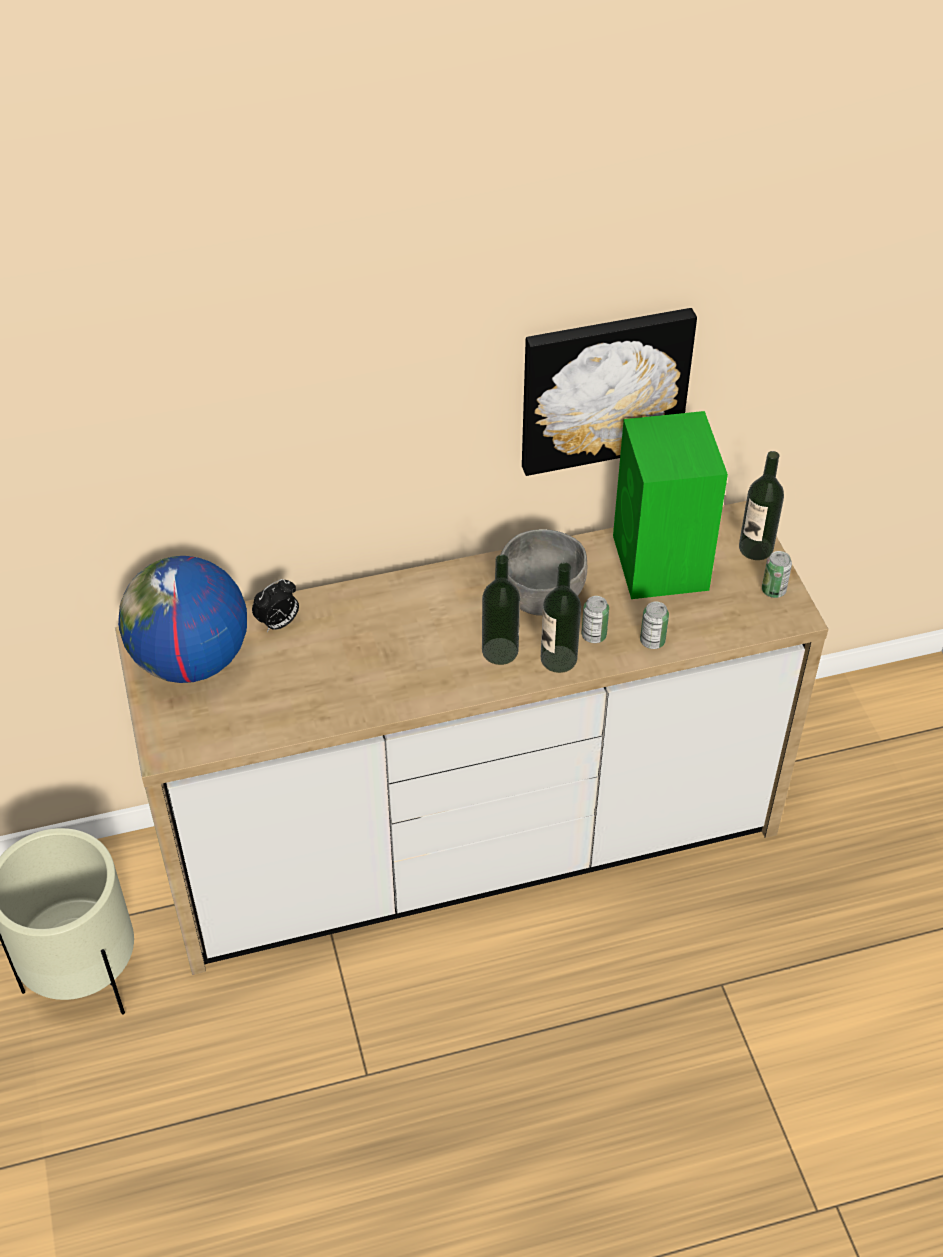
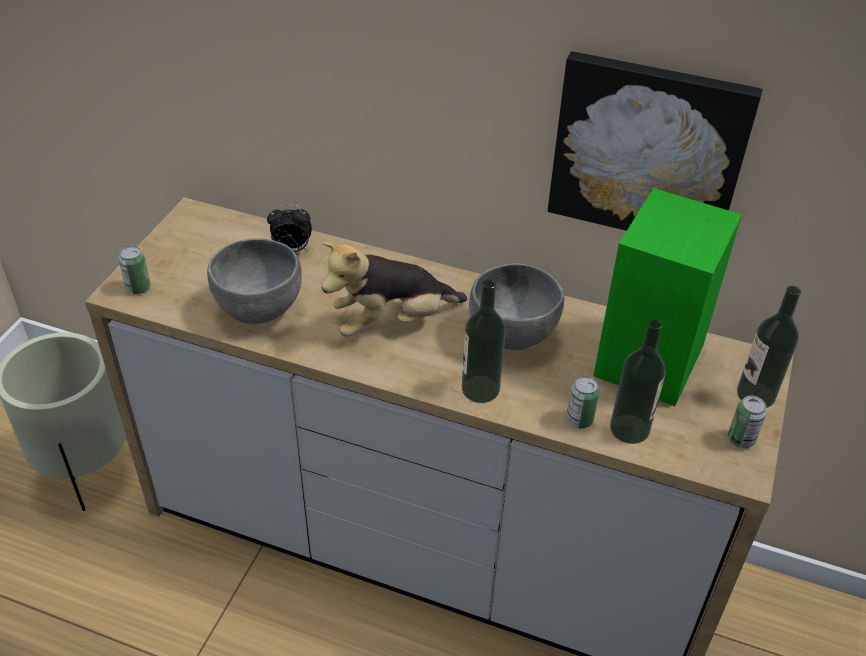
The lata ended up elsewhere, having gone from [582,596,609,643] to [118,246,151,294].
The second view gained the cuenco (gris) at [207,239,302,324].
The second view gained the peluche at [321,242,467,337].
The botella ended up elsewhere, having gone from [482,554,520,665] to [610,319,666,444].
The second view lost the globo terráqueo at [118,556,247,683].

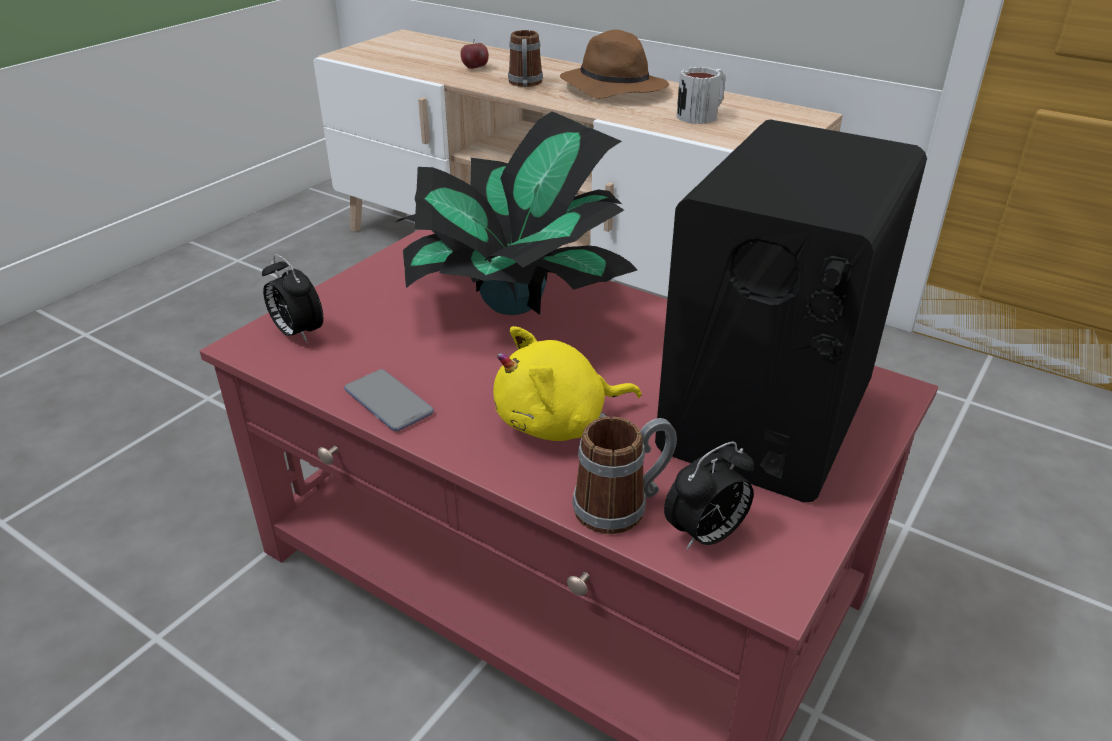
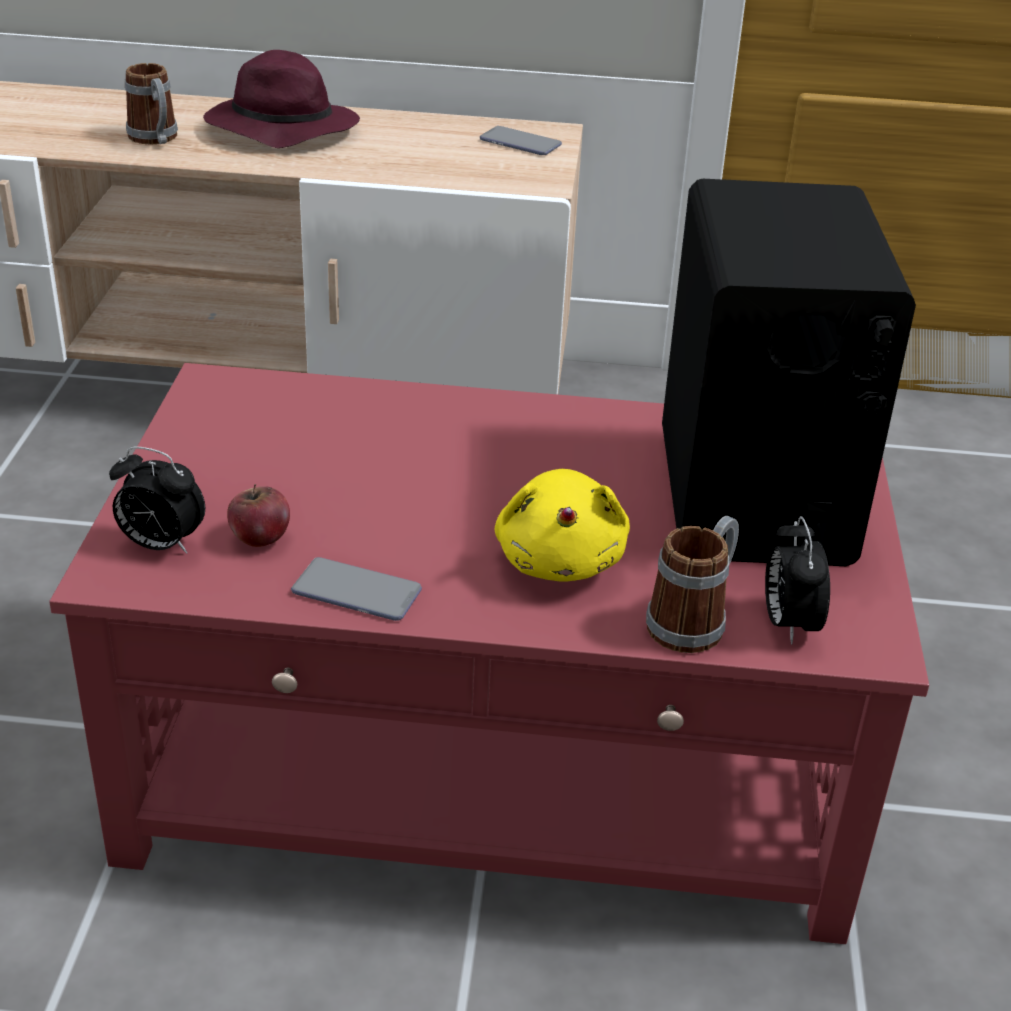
What was the sombrero (marrón) at [560,29,669,99] turned into the sombrero (morado) at [203,50,360,148].
The manzana ended up elsewhere, having gone from [460,39,489,69] to [227,484,290,547].
The second view gained the móvil at [480,126,562,155].
The peluche (amarillo) at [493,326,642,441] ended up facing another way, 45 degrees counterclockwise from before.
The despertador at [664,442,754,550] ended up facing another way, 150 degrees clockwise from before.
The second view lost the planta en maceta at [396,111,637,315].
The second view lost the taza grande at [677,67,726,124].

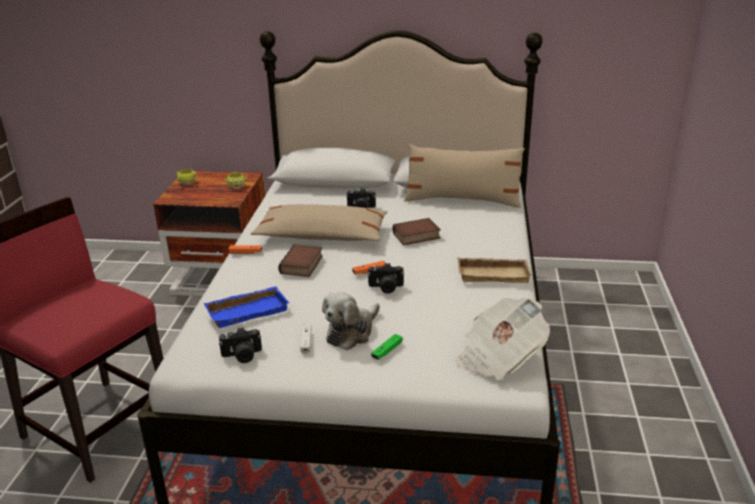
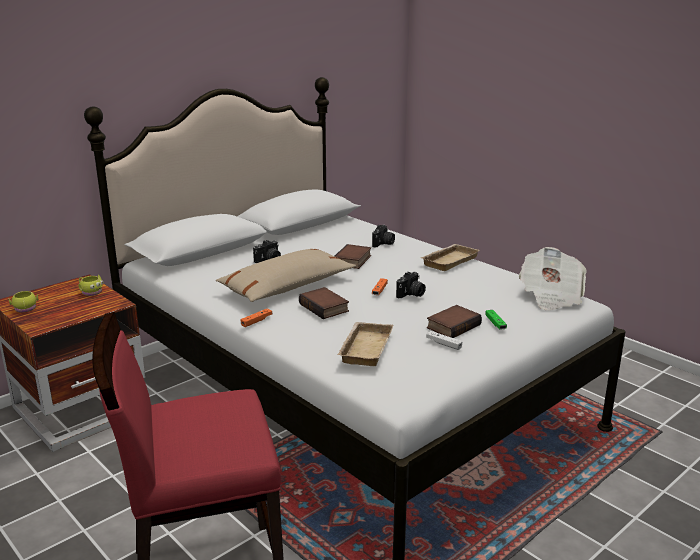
What was the bandeja (azul) at [203,286,289,328] turned into the bandeja (beis) at [337,322,393,366].
The cámara ended up elsewhere, having gone from [219,327,262,363] to [372,225,395,248].
Where the peluche stood at [322,292,380,350], the libro came to stand at [427,305,482,338].
The second view lost the cojín (beis) at [404,144,525,208].

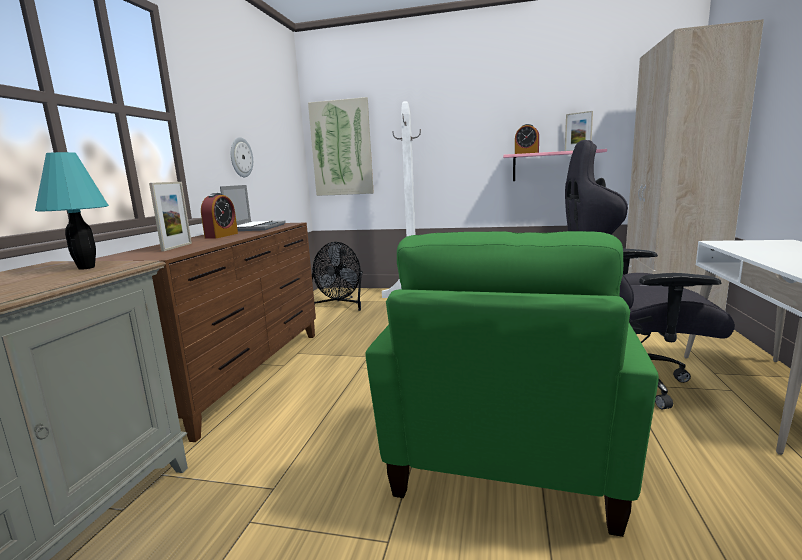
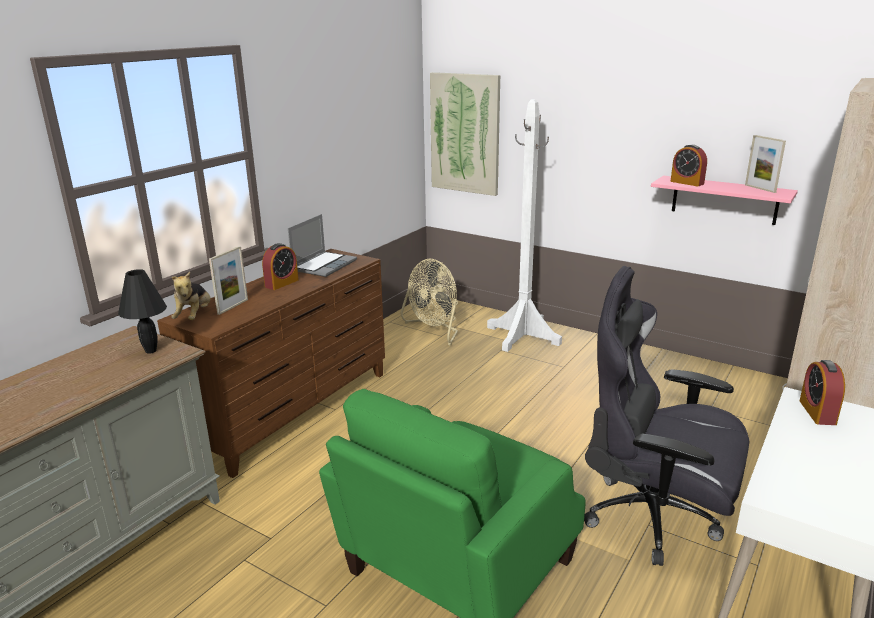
What was the lámpara de mesa (turquesa) at [35,152,109,270] turned into the lámpara de mesa (negro) at [118,269,167,354].
The second view gained the peluche at [171,272,211,320].
What was the ventilador (negro) at [312,242,363,311] turned into the ventilador (beis) at [401,259,458,345].
The second view gained the despertador at [799,360,845,425].
The second view lost the reloj de pared at [231,137,253,177].

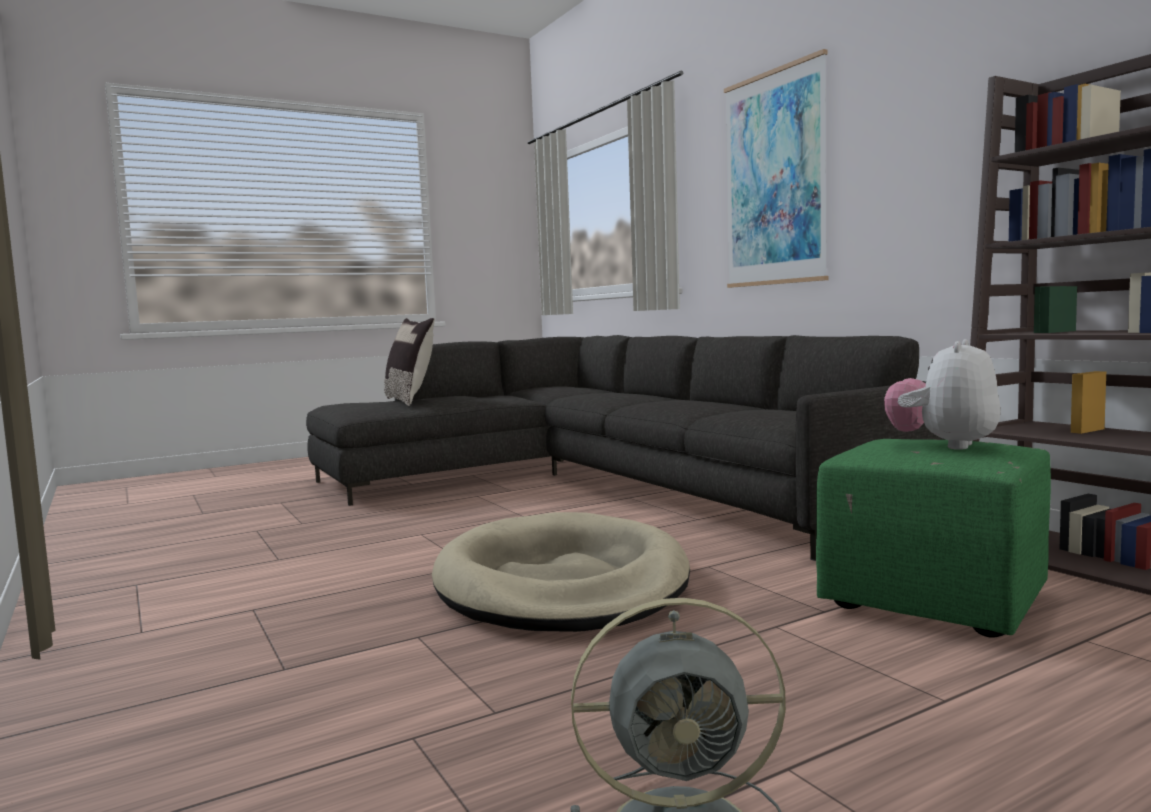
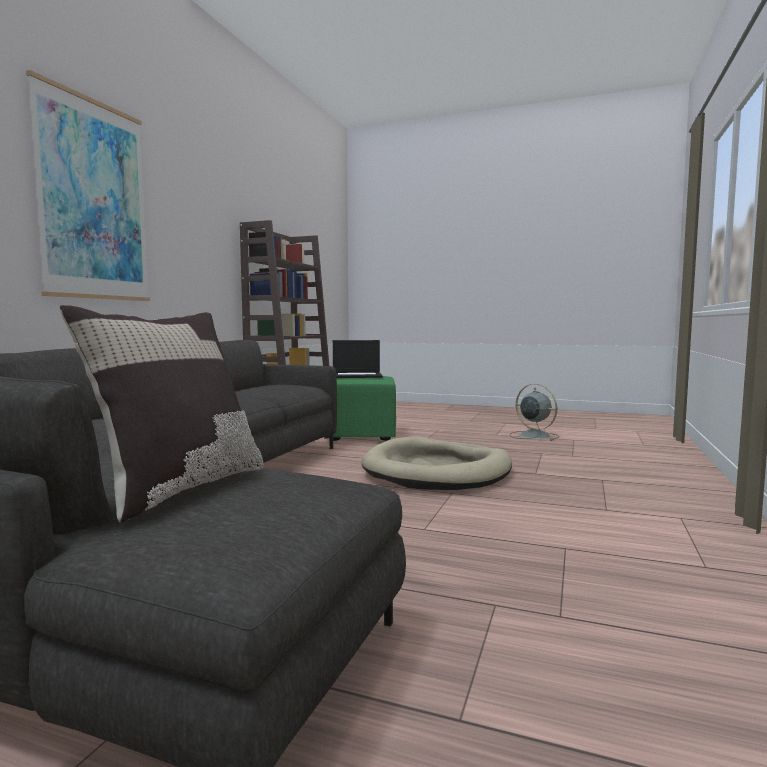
Where the peluche stood at [884,339,1001,450], the portátil came to stand at [333,340,383,378].

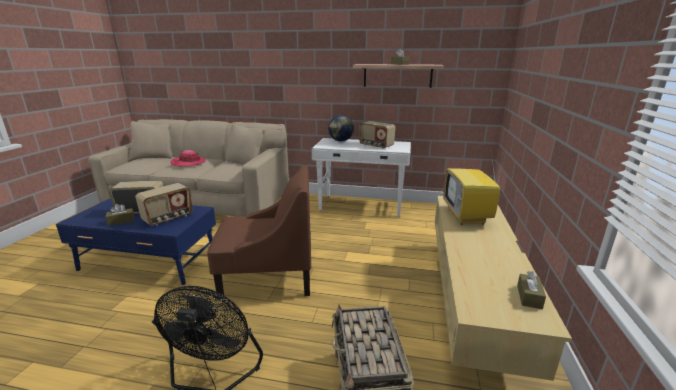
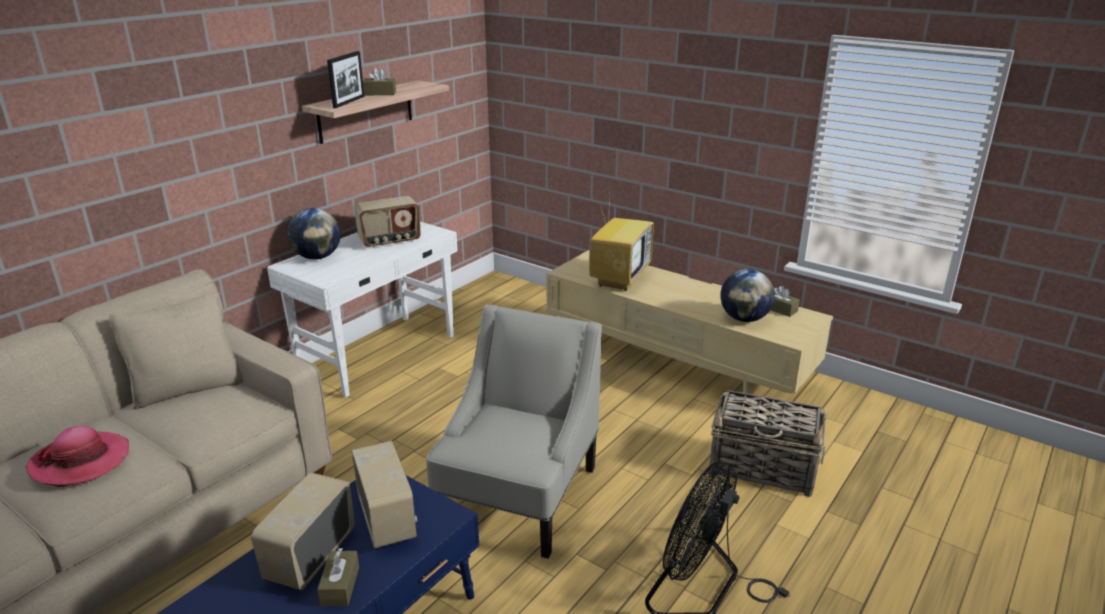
The second view gained the portarretratos at [327,51,365,108].
What was the sillón (marrón) at [207,165,311,301] turned into the sillón (gris) at [426,304,602,559].
The televisor at [443,151,504,225] ended up facing another way, 90 degrees counterclockwise from before.
The second view gained the globo terráqueo at [720,269,775,322].

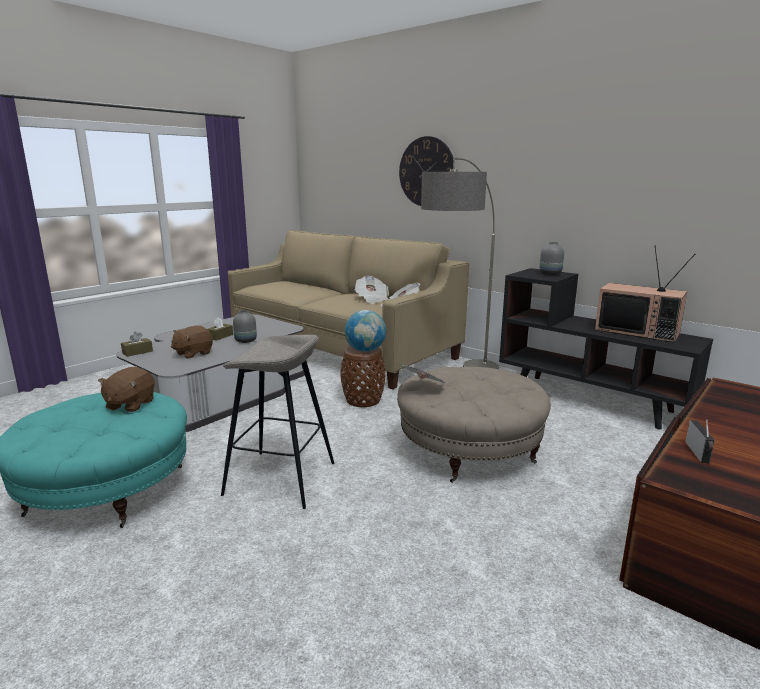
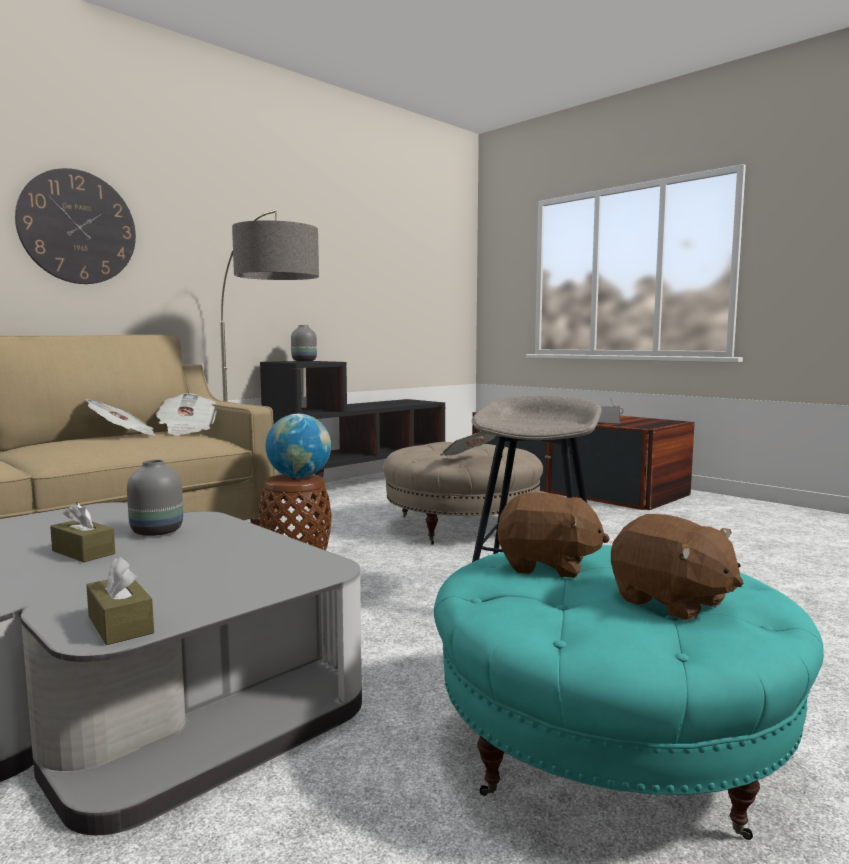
The peluche (marrón) ended up elsewhere, having gone from [171,326,213,359] to [611,514,743,621].
The second view lost the televisor at [595,246,695,343].

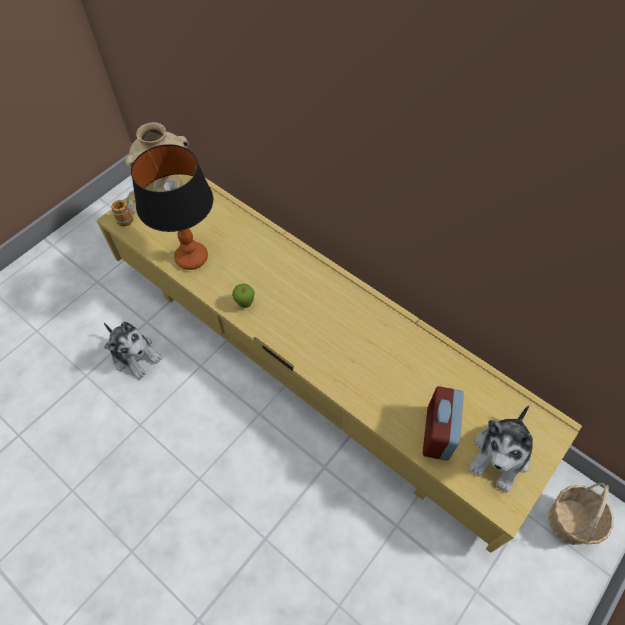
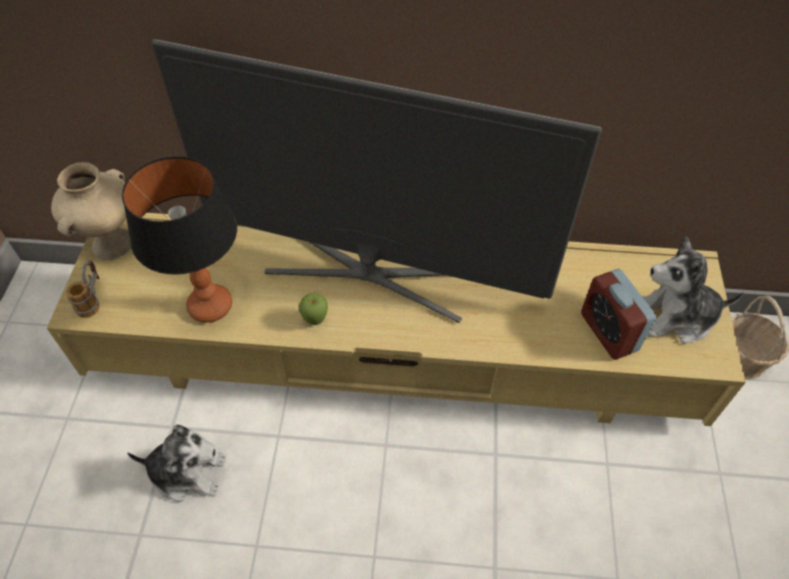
The second view gained the televisor at [152,39,602,323].
The peluche at [469,405,533,493] ended up facing another way, 90 degrees clockwise from before.

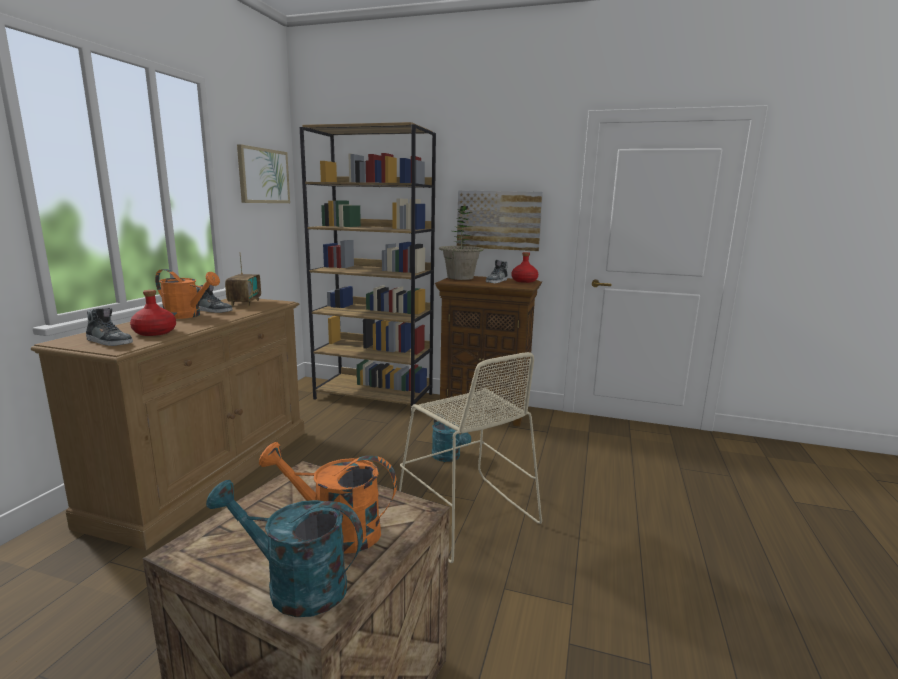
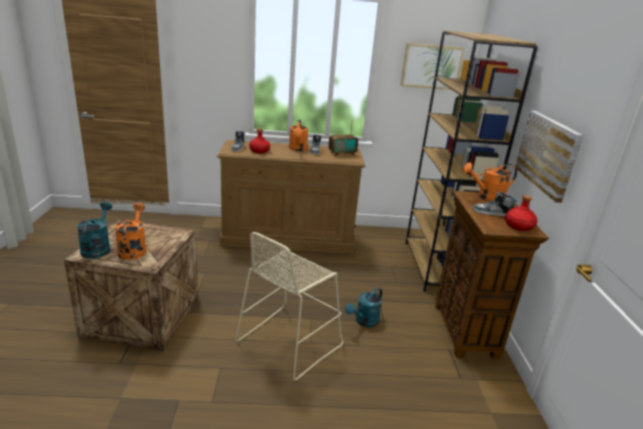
Where the planta en maceta stood at [439,206,484,280], the regadera (naranja) came to stand at [462,163,517,201].

